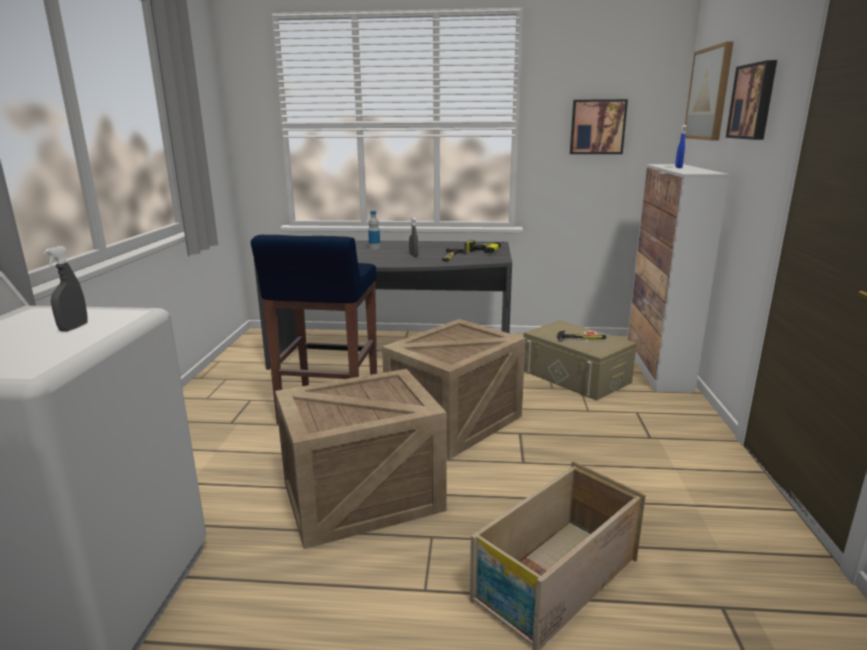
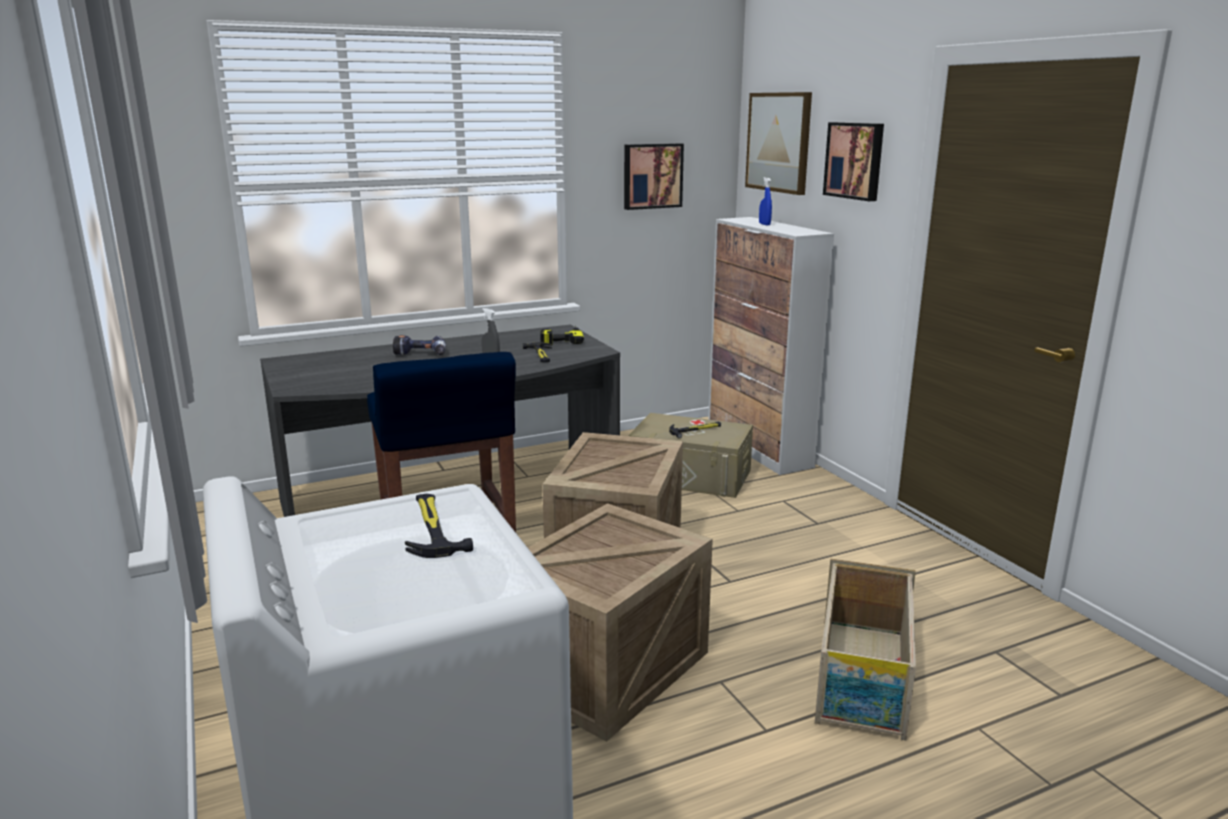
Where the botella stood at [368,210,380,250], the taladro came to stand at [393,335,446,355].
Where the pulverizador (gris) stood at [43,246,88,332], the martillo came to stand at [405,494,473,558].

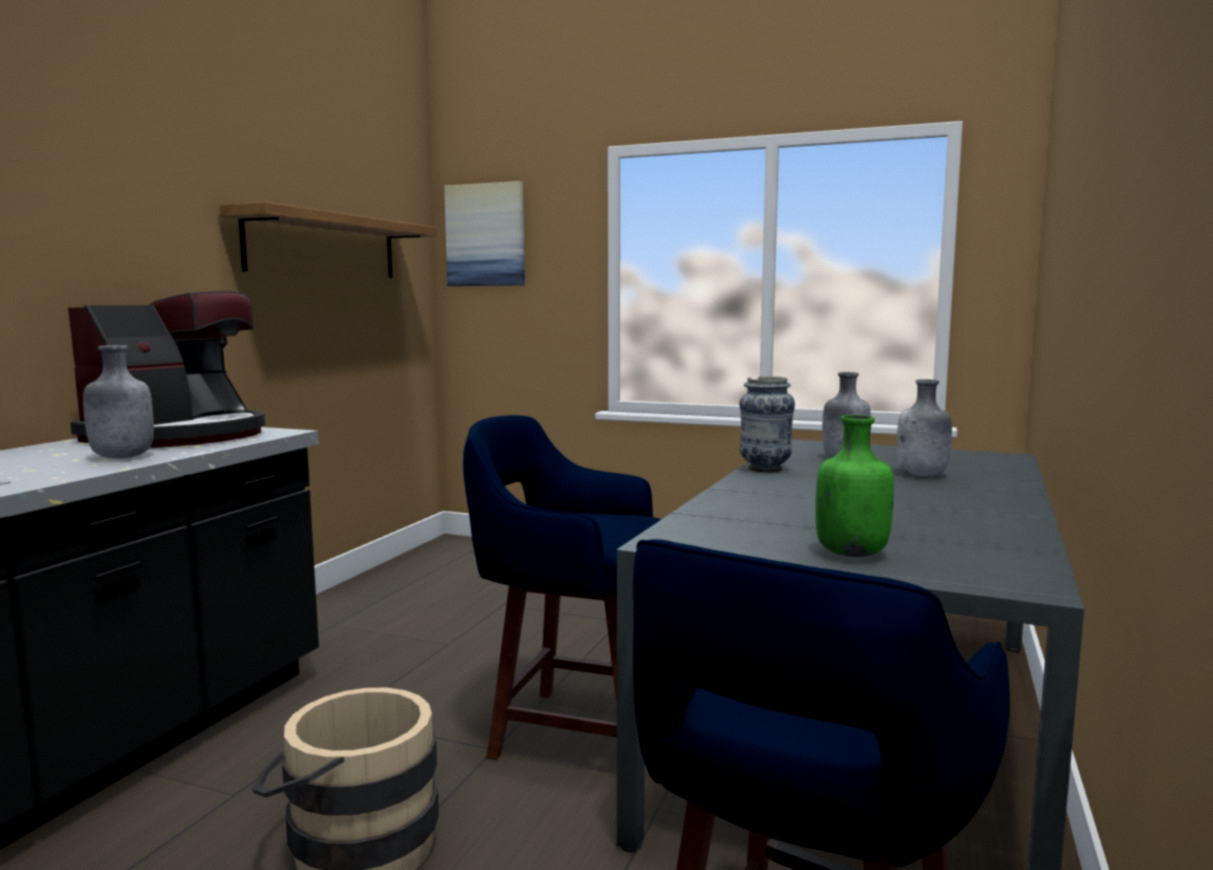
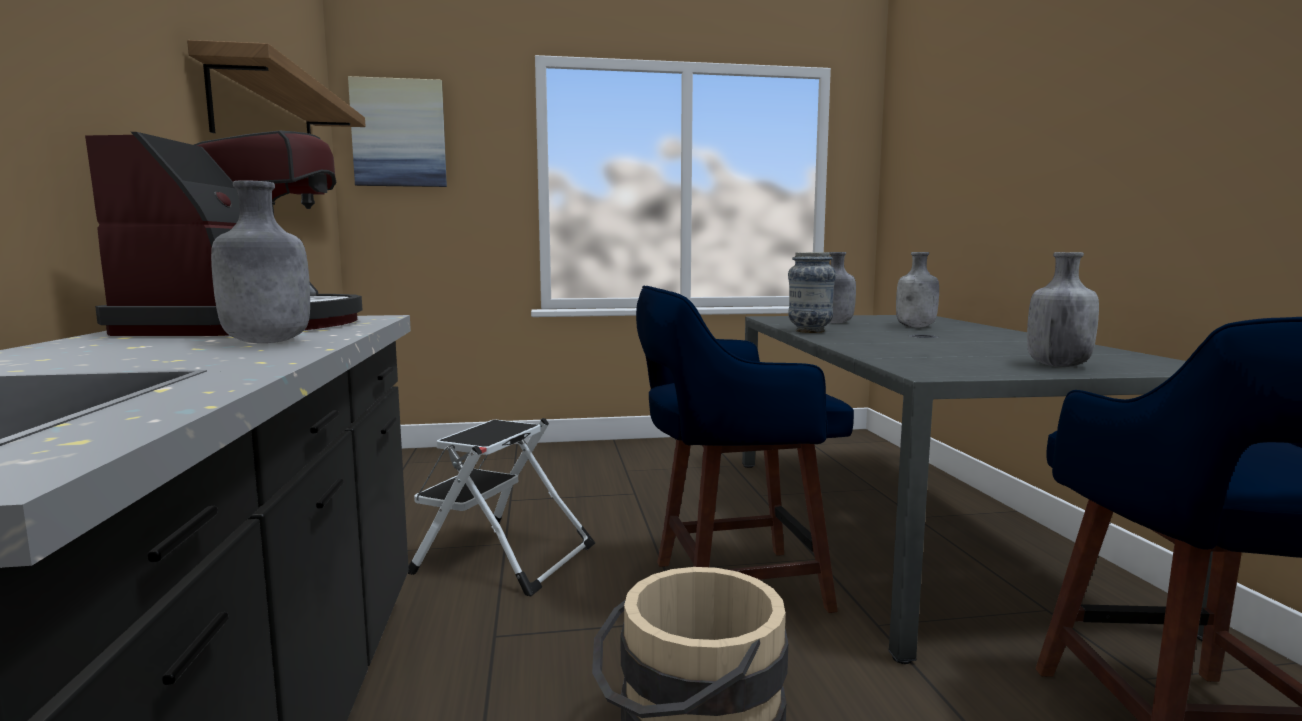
The second view gained the escalera de tijera at [407,418,595,596].
What was the botella (verde) at [815,415,894,557] turned into the botella (gris) at [1027,252,1099,367].

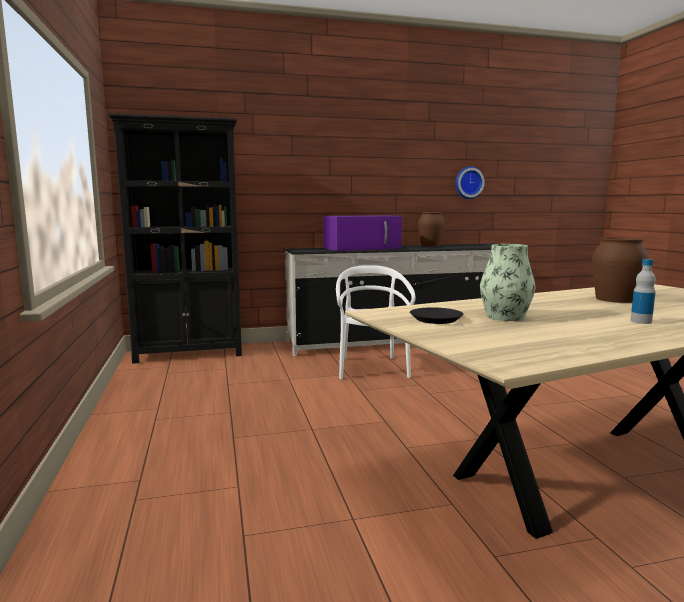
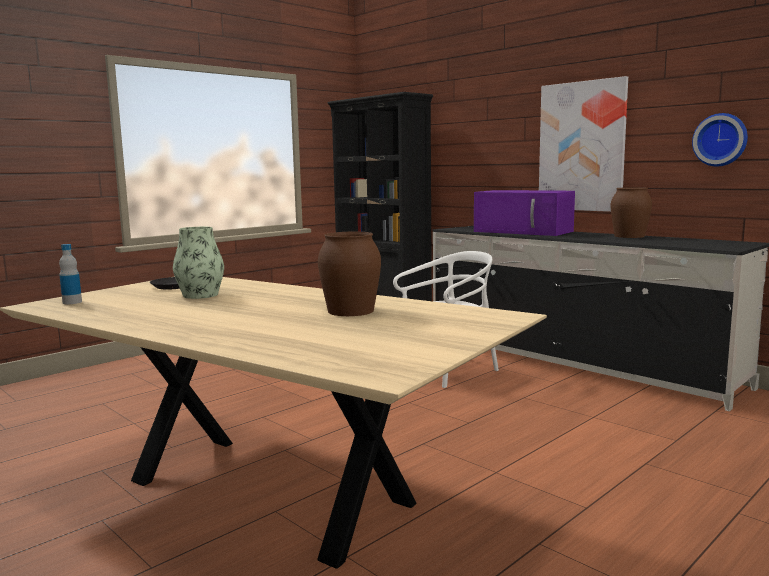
The botella ended up elsewhere, having gone from [630,259,656,324] to [59,244,82,304].
The second view gained the cuadro at [539,76,628,212].

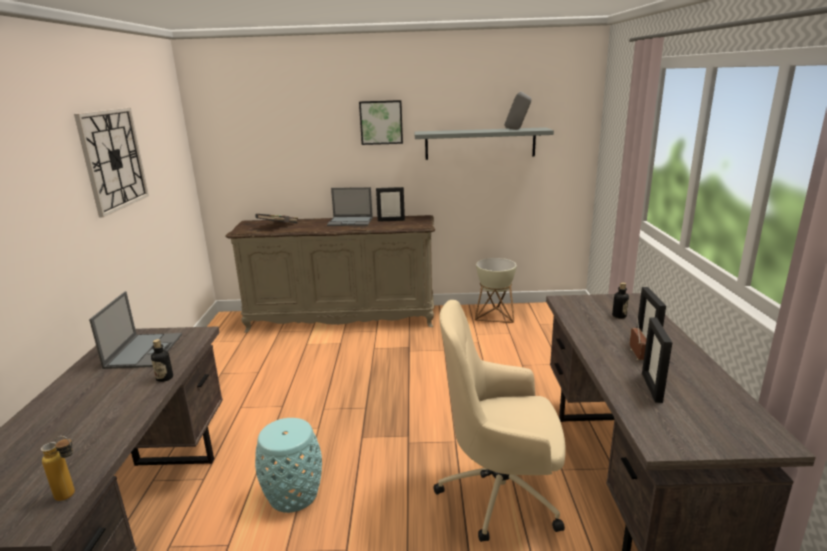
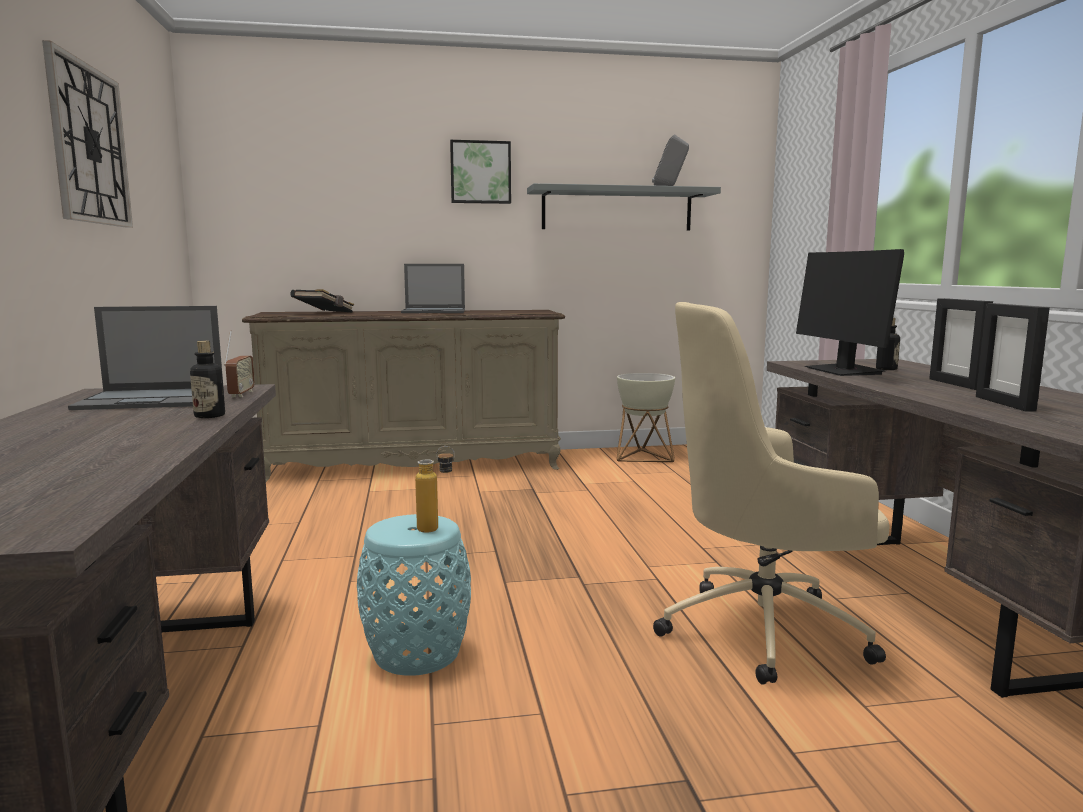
The portátil at [89,291,182,369] ended up facing another way, 90 degrees clockwise from before.
The radio ended up elsewhere, having gone from [630,318,647,360] to [224,330,255,397].
The botella ended up elsewhere, having gone from [41,436,75,501] to [415,446,455,533].
The second view gained the monitor at [796,249,904,376].
The second view lost the portarretratos at [376,187,405,222].

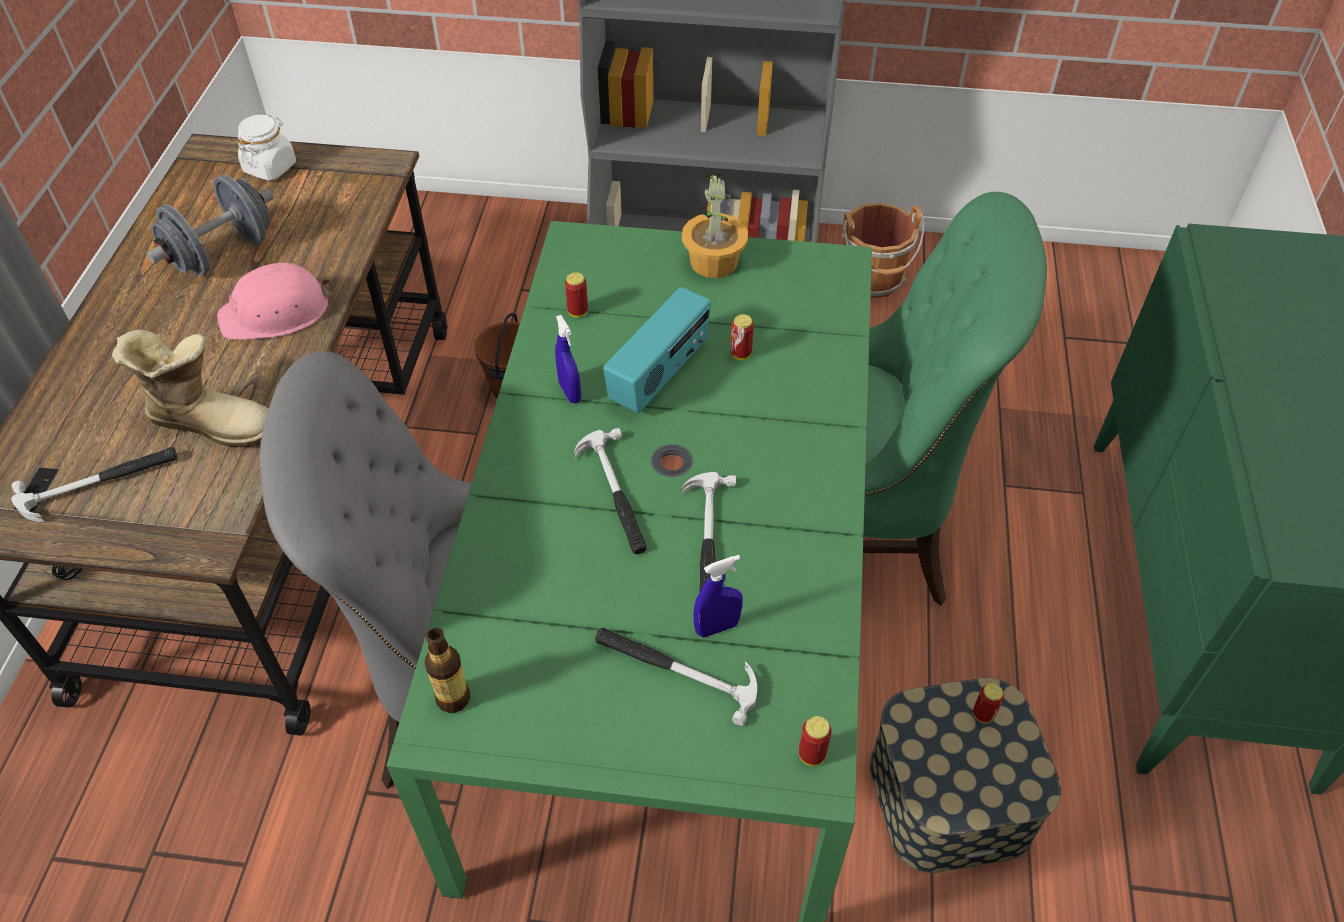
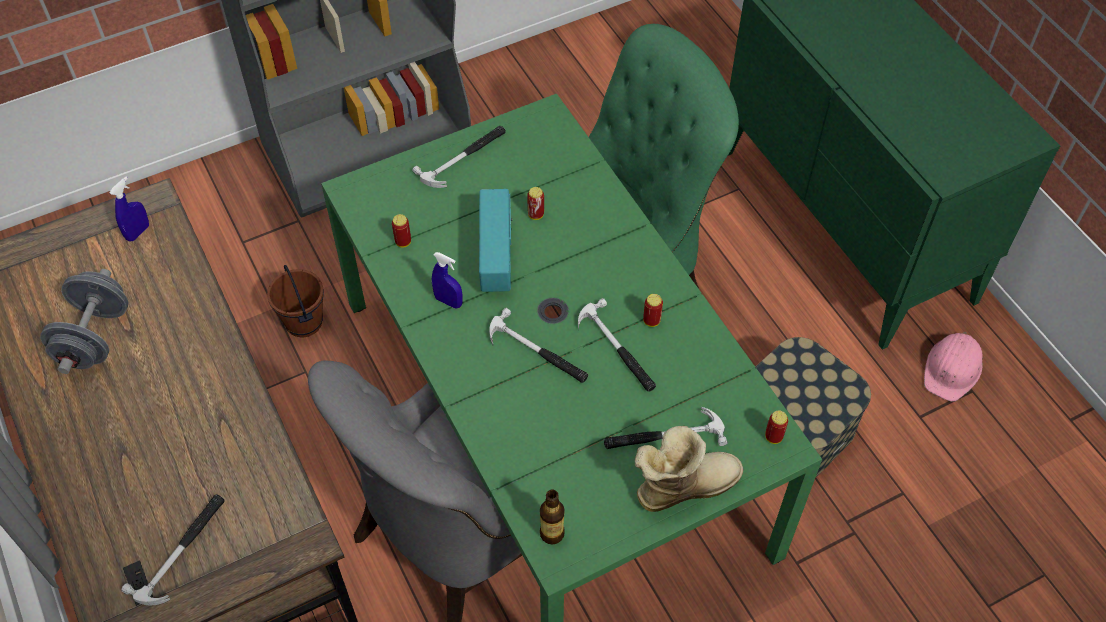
The pulverizador (azul) ended up elsewhere, having gone from [693,555,743,637] to [110,177,149,242].
Where the planta en maceta stood at [682,174,748,278], the martillo came to stand at [412,126,506,188].
The bota ended up elsewhere, having gone from [112,330,269,447] to [635,426,743,512].
The lata ended up elsewhere, having gone from [973,683,1004,723] to [643,294,663,327].
The casco (rosa) ended up elsewhere, having gone from [217,263,333,340] to [924,332,983,402].
The second view lost the tarro (blanco) at [237,114,296,181].
The second view lost the cubo (marrón) at [841,203,925,298].

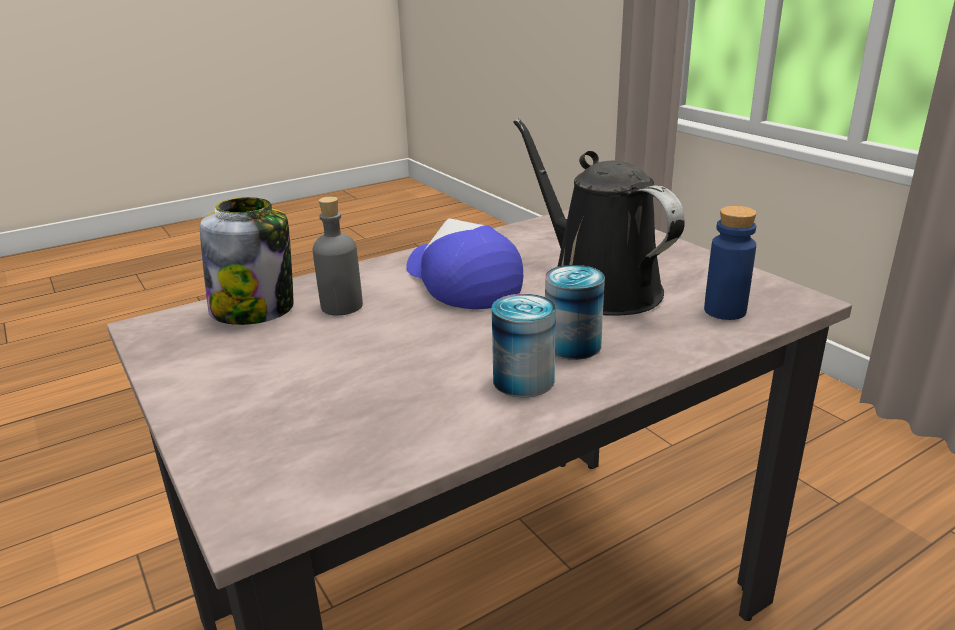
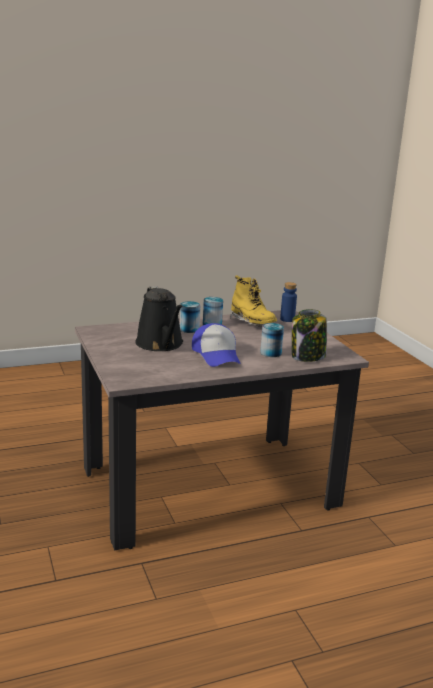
The second view gained the bota (amarillo) at [230,275,277,327].
Where the botella (gris) stood at [313,197,363,315], the lata came to stand at [260,323,284,357].
The botella (azul) ended up elsewhere, having gone from [704,206,757,320] to [280,282,297,322].

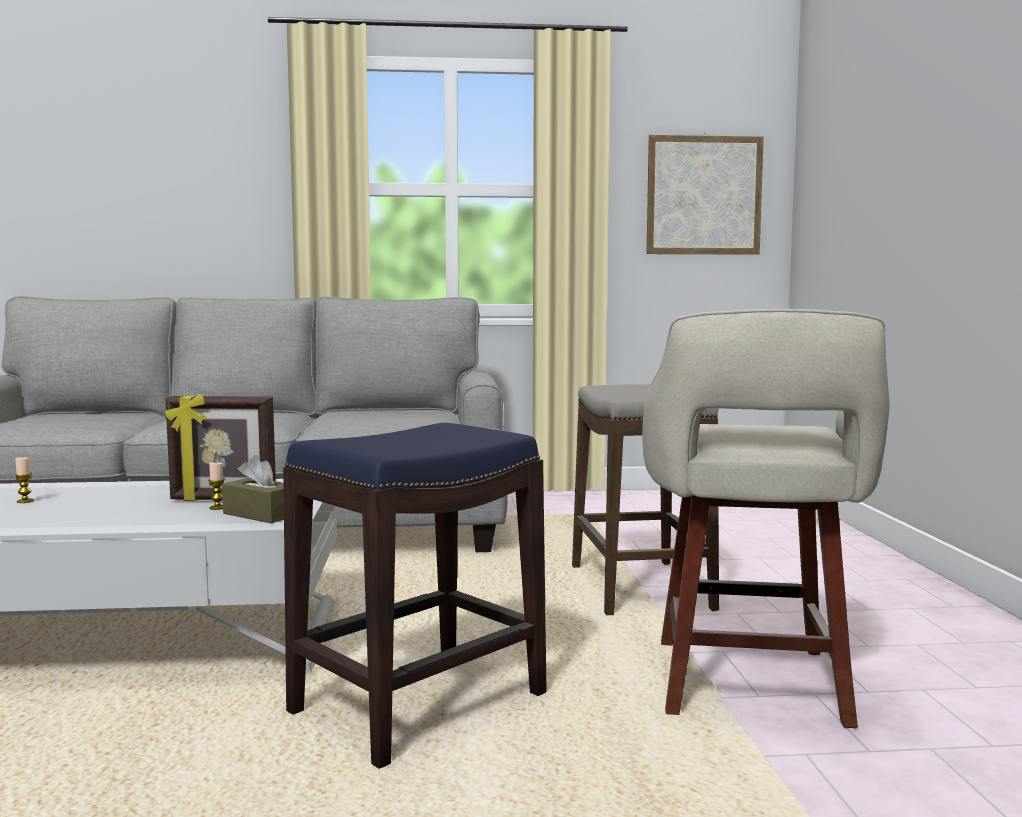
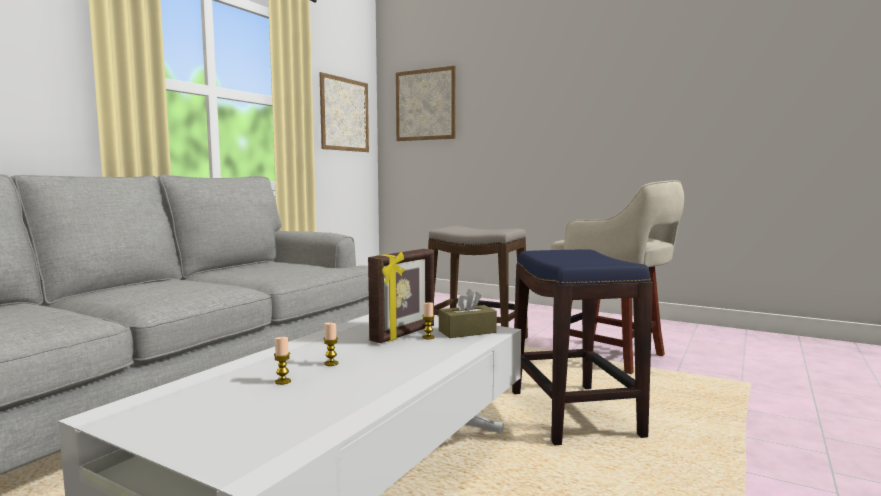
The second view gained the vela at [323,322,338,366].
The second view gained the cuadro at [396,66,456,141].

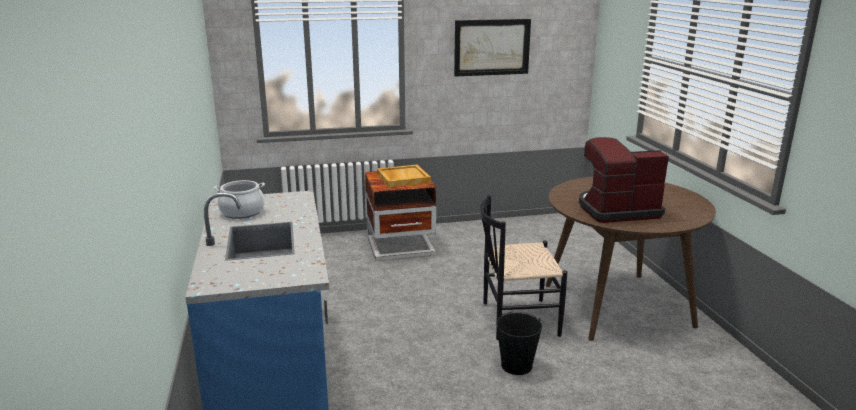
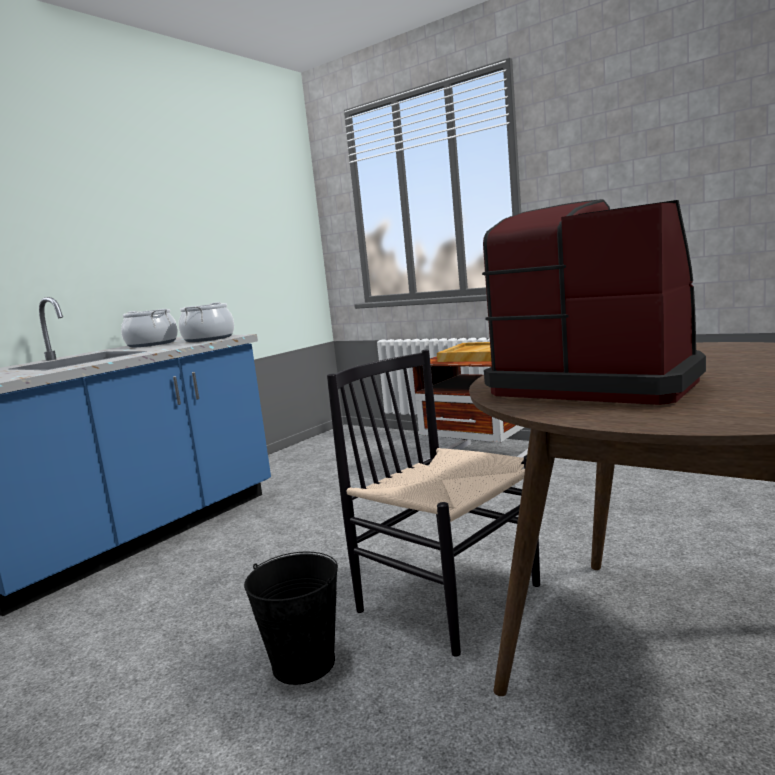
The second view gained the olla at [178,302,234,342].
The second view lost the cuadro at [454,19,531,77].

